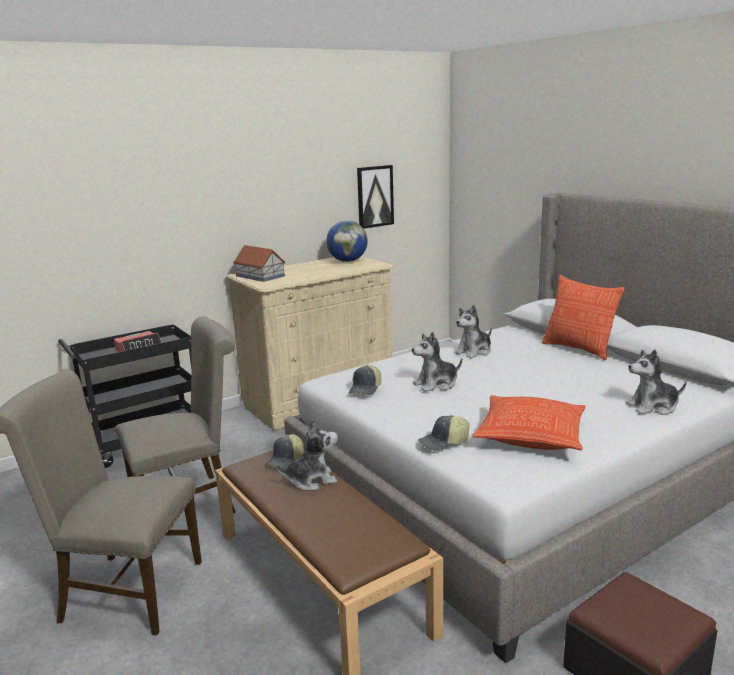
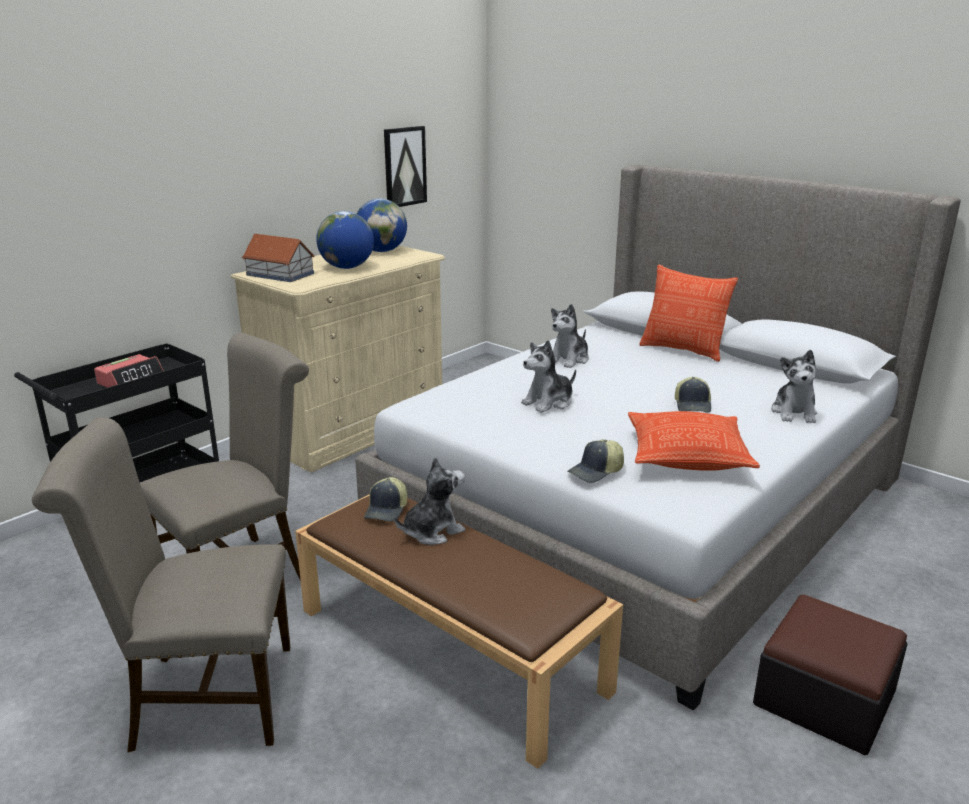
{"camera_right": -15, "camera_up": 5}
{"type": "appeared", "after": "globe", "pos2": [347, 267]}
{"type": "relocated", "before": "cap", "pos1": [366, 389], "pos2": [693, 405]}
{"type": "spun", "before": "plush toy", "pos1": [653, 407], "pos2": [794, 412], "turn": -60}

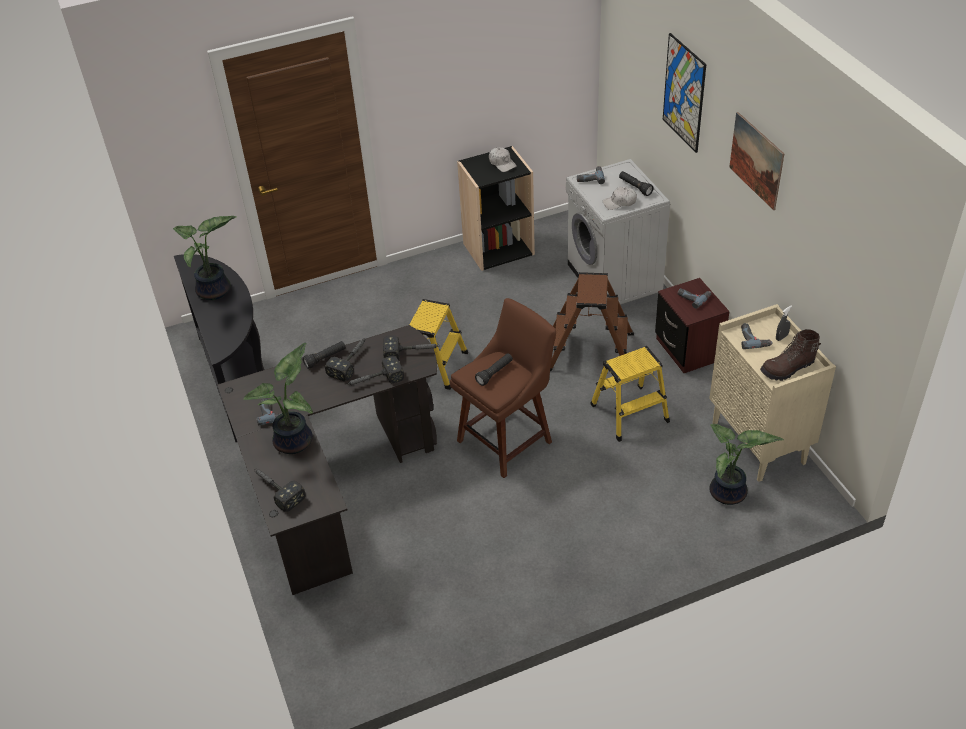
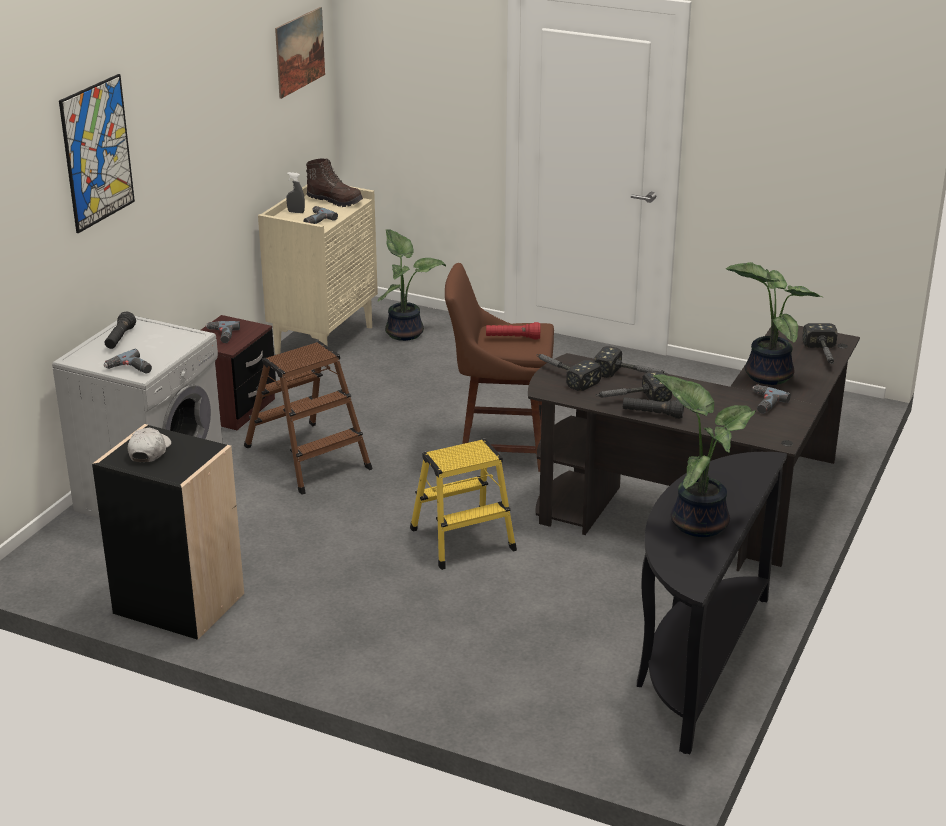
{"camera_right": -135, "camera_up": -15}
{"type": "relocated", "before": "picture", "pos1": [756, 160], "pos2": [300, 52]}
{"type": "colour", "before": "flashlight (black)", "after": "flashlight (red)", "pos1": [495, 373], "pos2": [513, 338]}
{"type": "missing", "before": "step ladder (yellow)", "pos1": [630, 412]}
{"type": "missing", "before": "cap (white)", "pos1": [620, 202]}

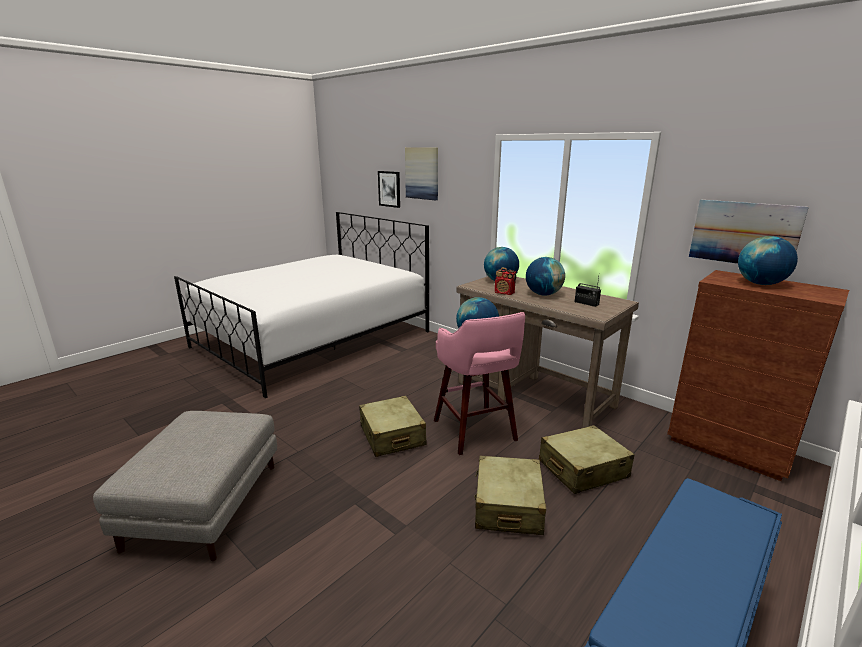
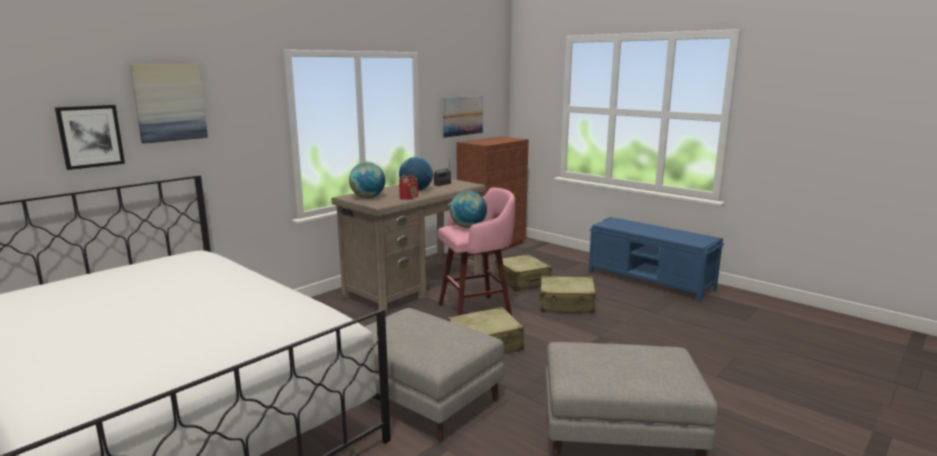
{"camera_right": -90, "camera_up": -5}
{"type": "appeared", "after": "ottoman (grey)", "pos2": [421, 397]}
{"type": "missing", "before": "globe", "pos1": [760, 284]}

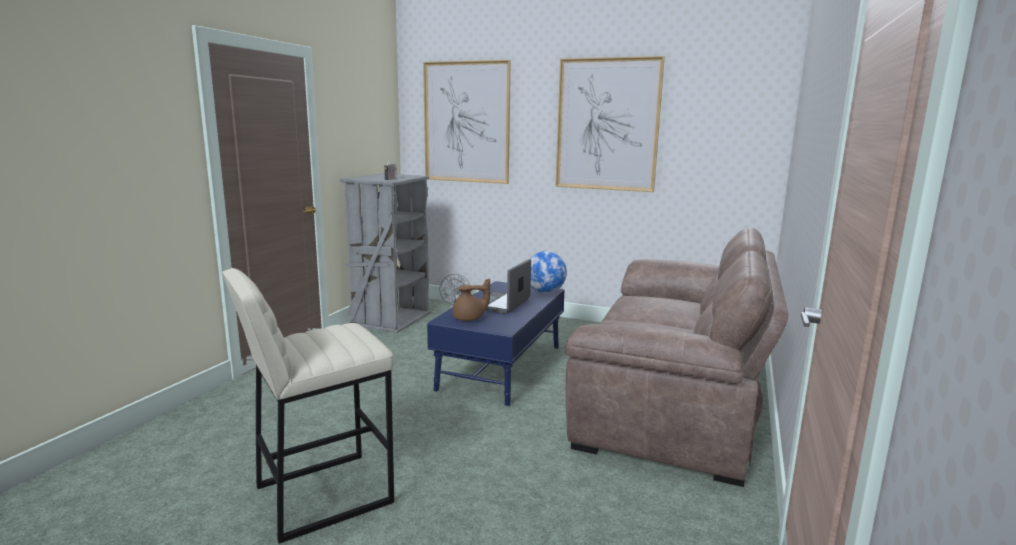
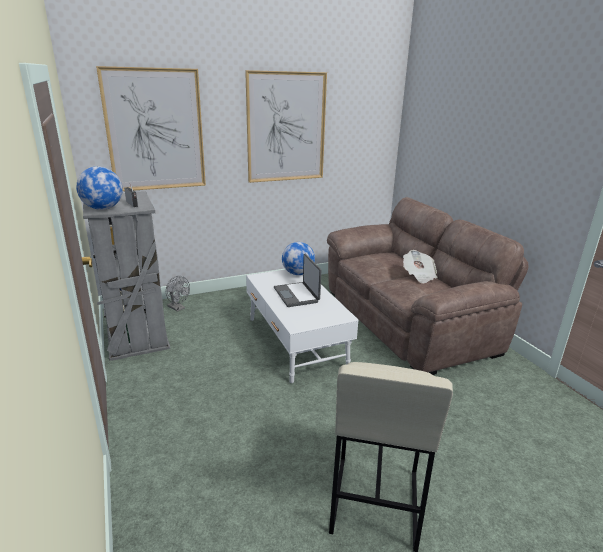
{"camera_right": -45, "camera_up": 10}
{"type": "appeared", "after": "globe", "pos2": [103, 208]}
{"type": "colour", "before": "coffee table (blue)", "after": "coffee table (white)", "pos1": [501, 368], "pos2": [296, 342]}
{"type": "appeared", "after": "newspaper", "pos2": [418, 275]}
{"type": "missing", "before": "teapot (brown)", "pos1": [469, 318]}

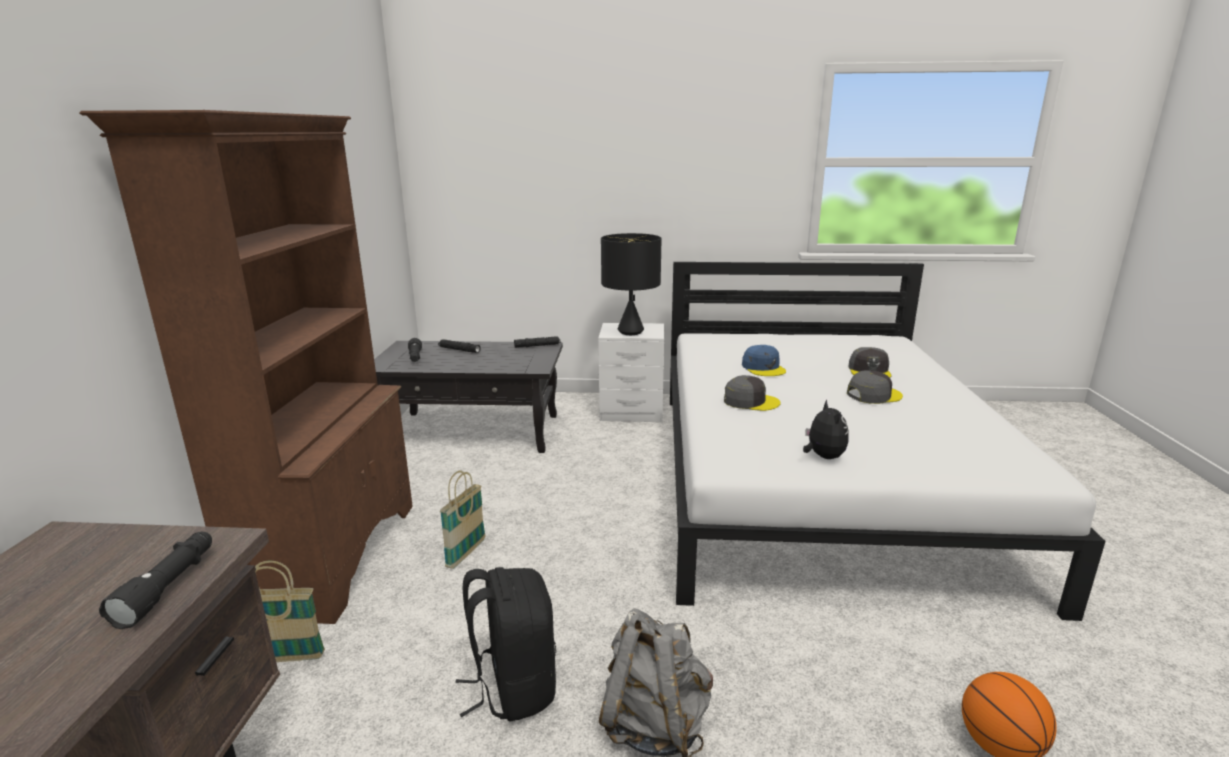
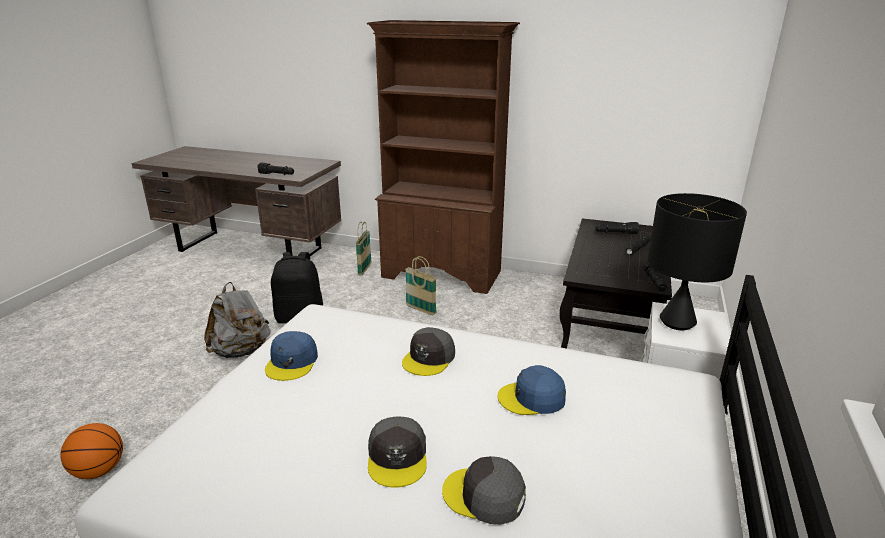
{"camera_right": 105, "camera_up": 5}
{"type": "exchanged", "before": "plush toy", "after": "cap (blue)", "pos1": [823, 457], "pos2": [292, 362]}

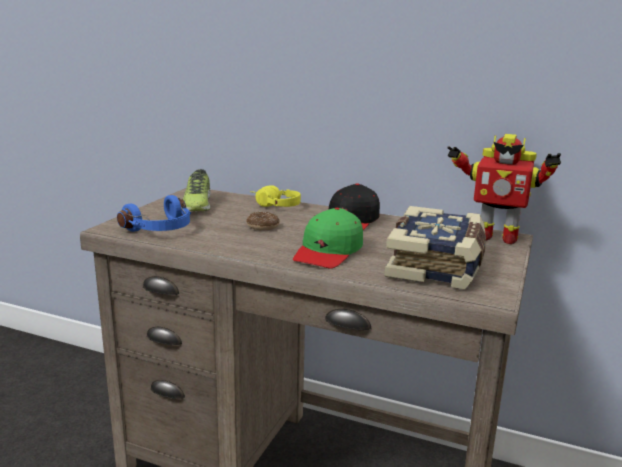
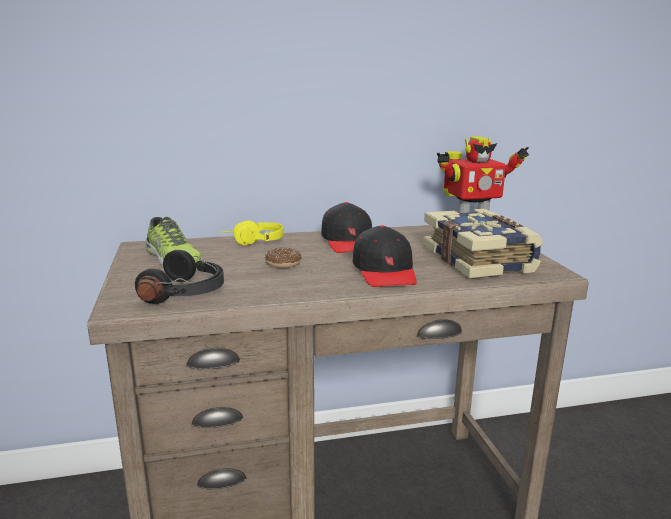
{"camera_right": -35, "camera_up": 0}
{"type": "colour", "before": "headphones (blue)", "after": "headphones (black)", "pos1": [161, 229], "pos2": [186, 292]}
{"type": "colour", "before": "cap (green)", "after": "cap (black)", "pos1": [328, 252], "pos2": [385, 271]}

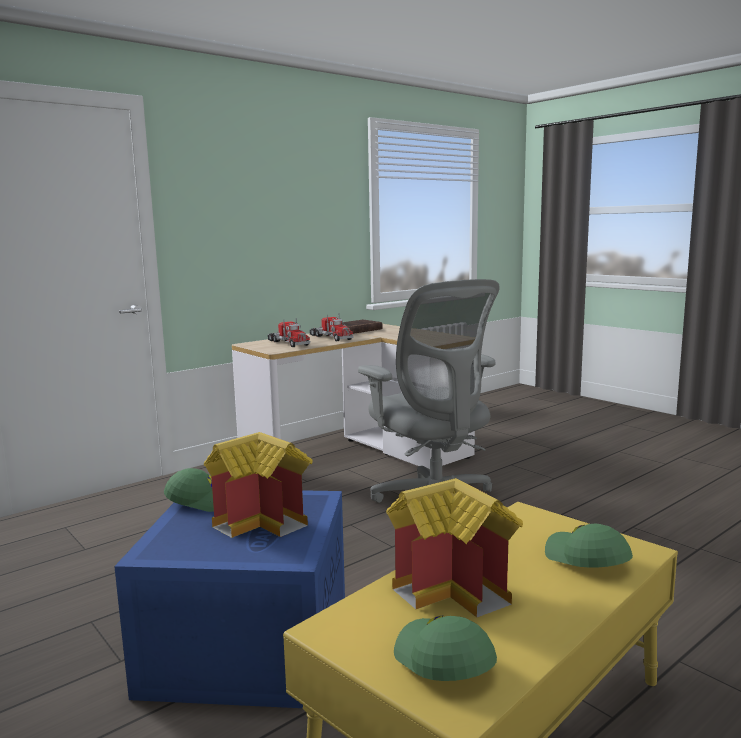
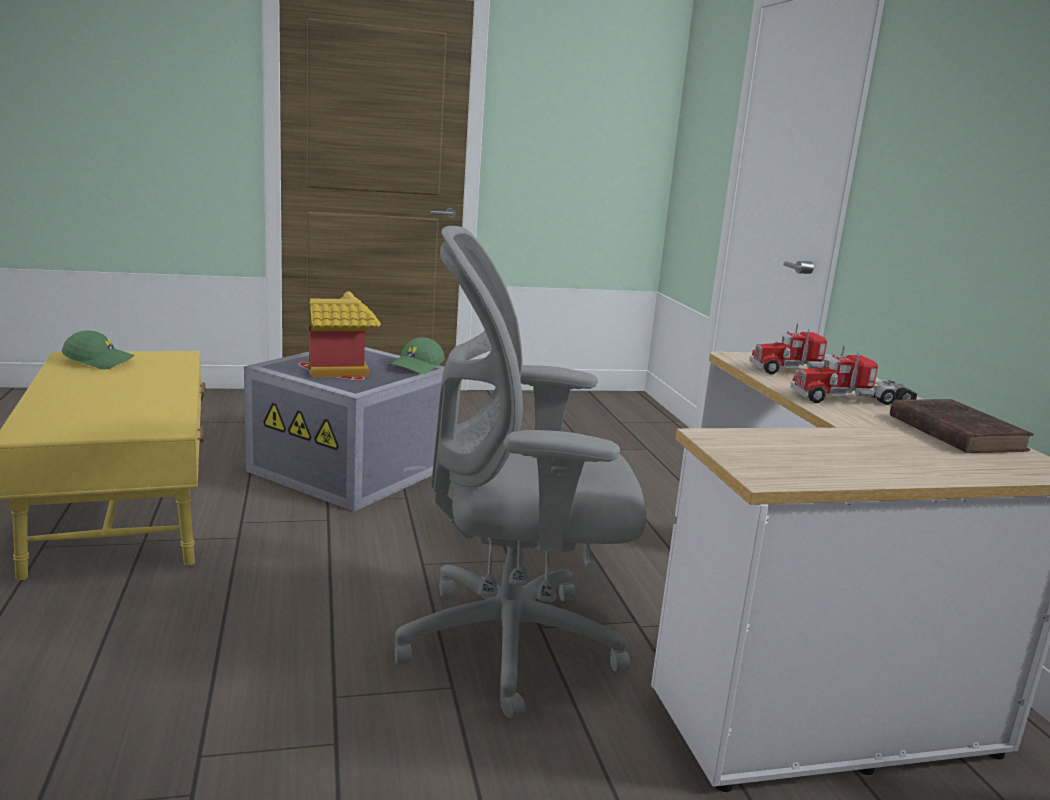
{"camera_right": 115, "camera_up": 5}
{"type": "colour", "before": "storage box (blue)", "after": "storage box (grey)", "pos1": [247, 642], "pos2": [353, 469]}
{"type": "missing", "before": "toy house", "pos1": [456, 589]}
{"type": "missing", "before": "cap (green)", "pos1": [585, 560]}

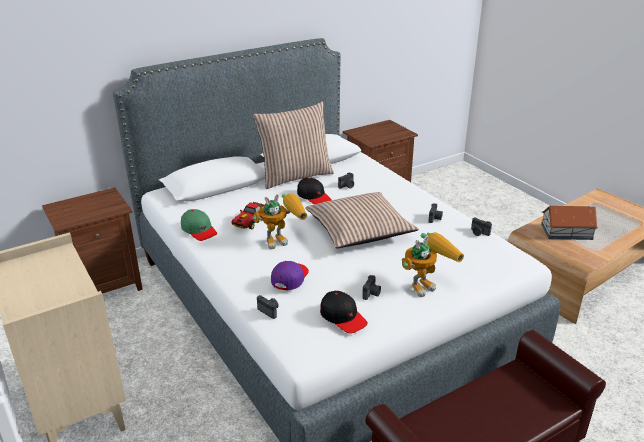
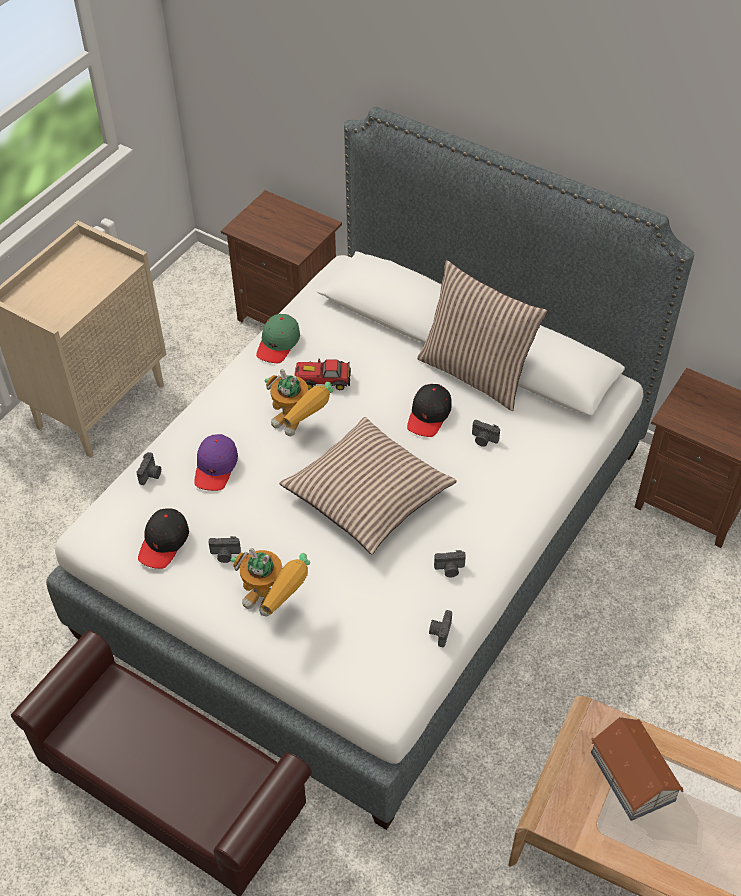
{"camera_right": 65, "camera_up": 20}
{"type": "spun", "before": "cap (purple)", "pos1": [290, 278], "pos2": [216, 467], "turn": 105}

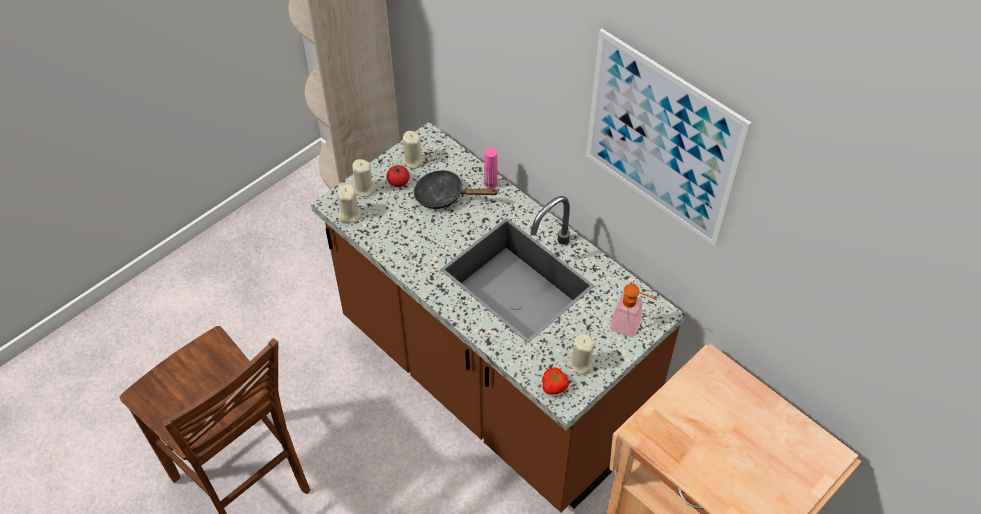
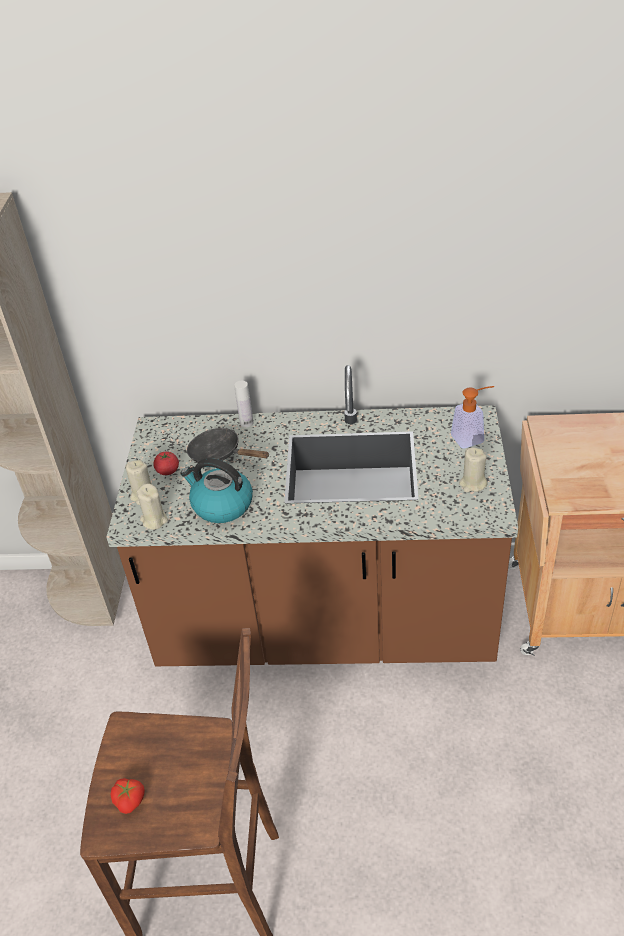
{"camera_right": -40, "camera_up": -10}
{"type": "relocated", "before": "tomato", "pos1": [554, 386], "pos2": [130, 799]}
{"type": "appeared", "after": "kettle", "pos2": [221, 505]}
{"type": "spun", "before": "frying pan (black)", "pos1": [444, 196], "pos2": [220, 454], "turn": 60}
{"type": "colour", "before": "bottle (pink)", "after": "bottle (white)", "pos1": [490, 184], "pos2": [246, 423]}
{"type": "missing", "before": "candle (beige)", "pos1": [412, 161]}
{"type": "missing", "before": "picture", "pos1": [661, 140]}

